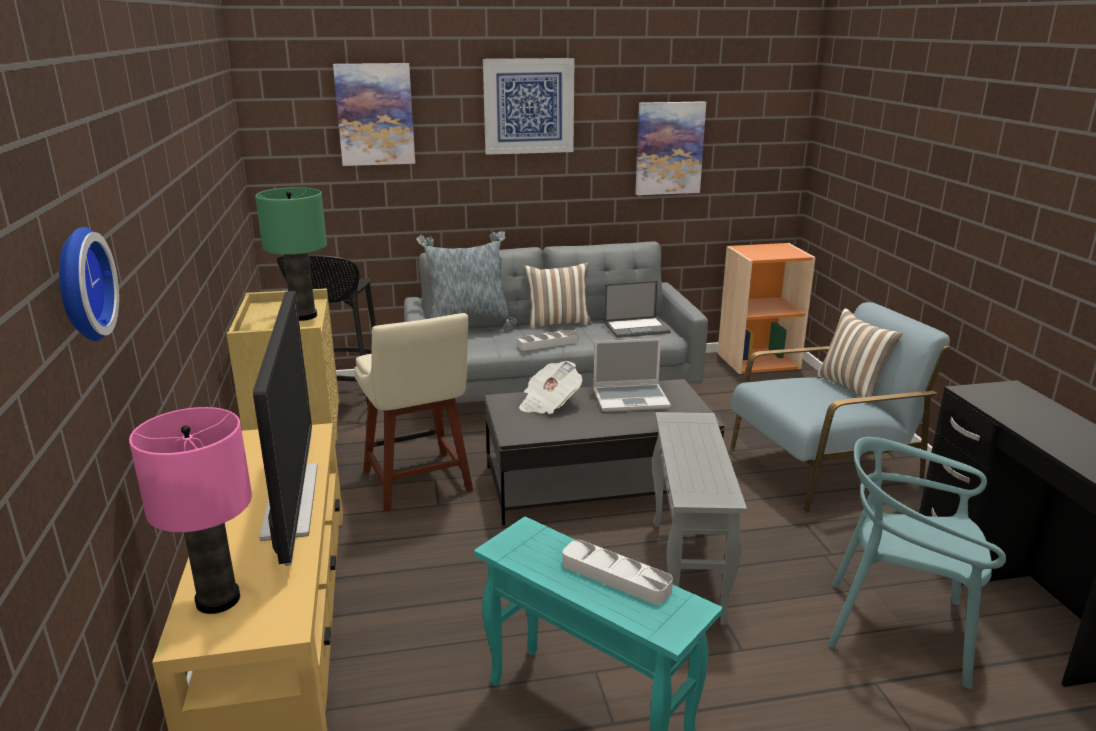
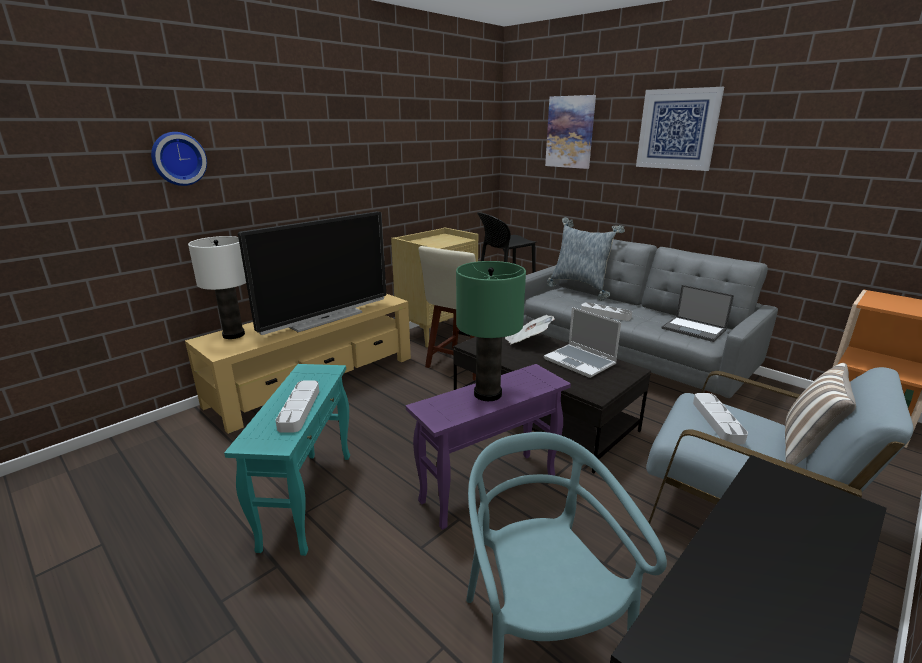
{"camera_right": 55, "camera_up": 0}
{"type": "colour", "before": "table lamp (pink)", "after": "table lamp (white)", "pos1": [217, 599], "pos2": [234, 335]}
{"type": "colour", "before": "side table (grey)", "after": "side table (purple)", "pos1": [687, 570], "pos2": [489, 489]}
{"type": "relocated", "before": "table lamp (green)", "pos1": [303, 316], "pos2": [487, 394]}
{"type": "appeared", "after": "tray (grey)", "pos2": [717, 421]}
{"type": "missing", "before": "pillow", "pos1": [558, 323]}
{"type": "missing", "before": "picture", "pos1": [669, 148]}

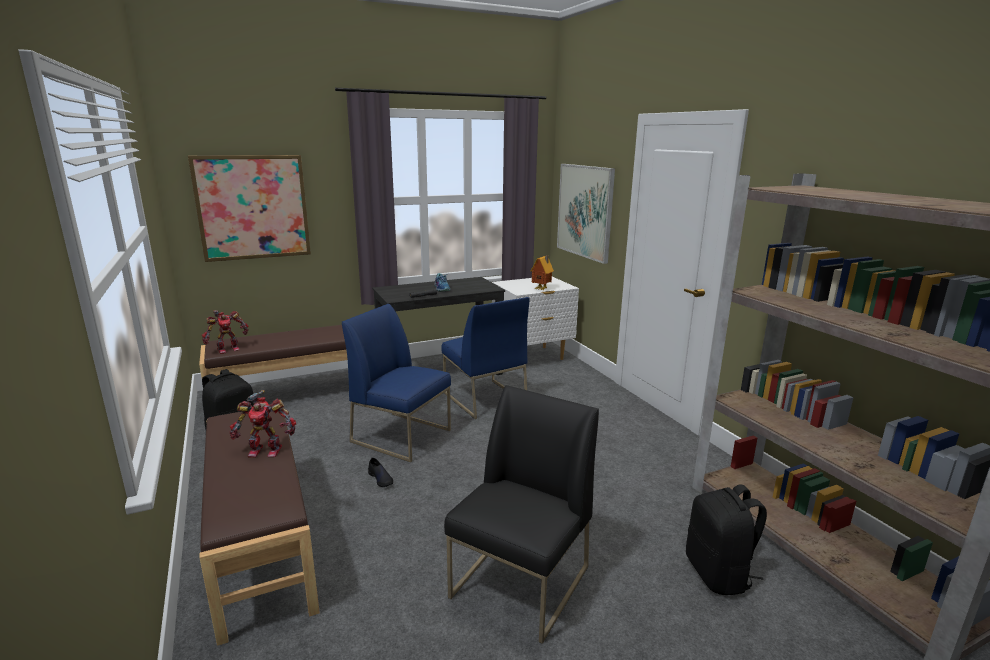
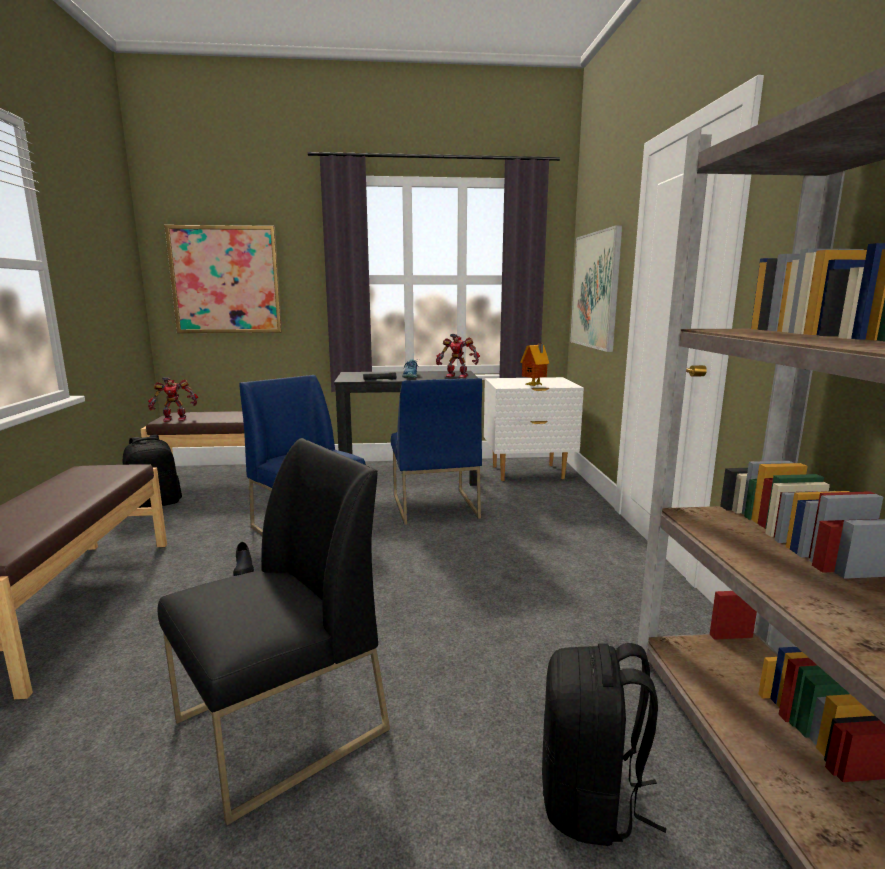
{"camera_right": 20, "camera_up": -5}
{"type": "relocated", "before": "toy robot", "pos1": [266, 450], "pos2": [457, 376]}

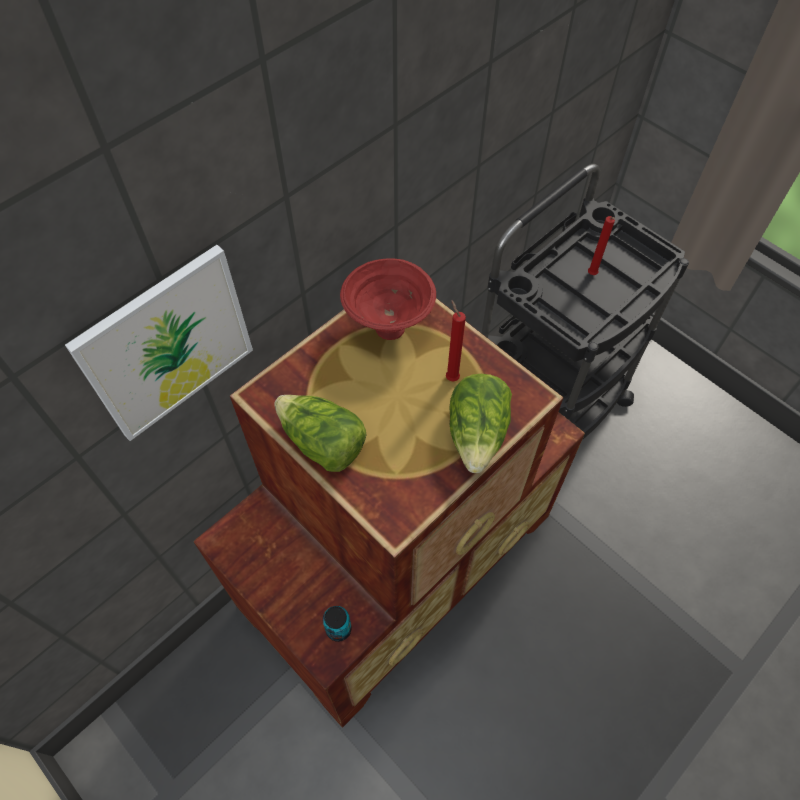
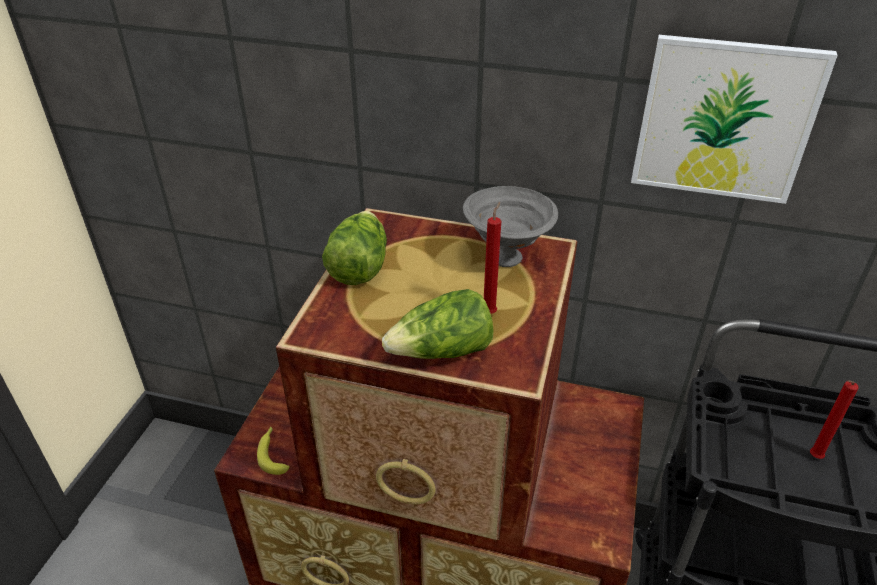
{"camera_right": 60, "camera_up": -20}
{"type": "exchanged", "before": "can", "after": "banana", "pos1": [338, 629], "pos2": [273, 453]}
{"type": "colour", "before": "bowl (red)", "after": "bowl (grey)", "pos1": [387, 328], "pos2": [505, 257]}
{"type": "relocated", "before": "picture", "pos1": [167, 344], "pos2": [724, 120]}

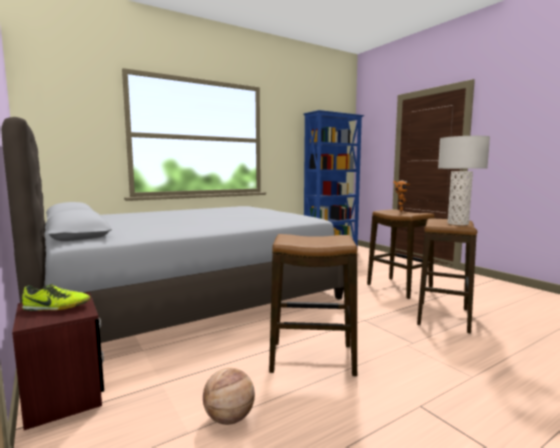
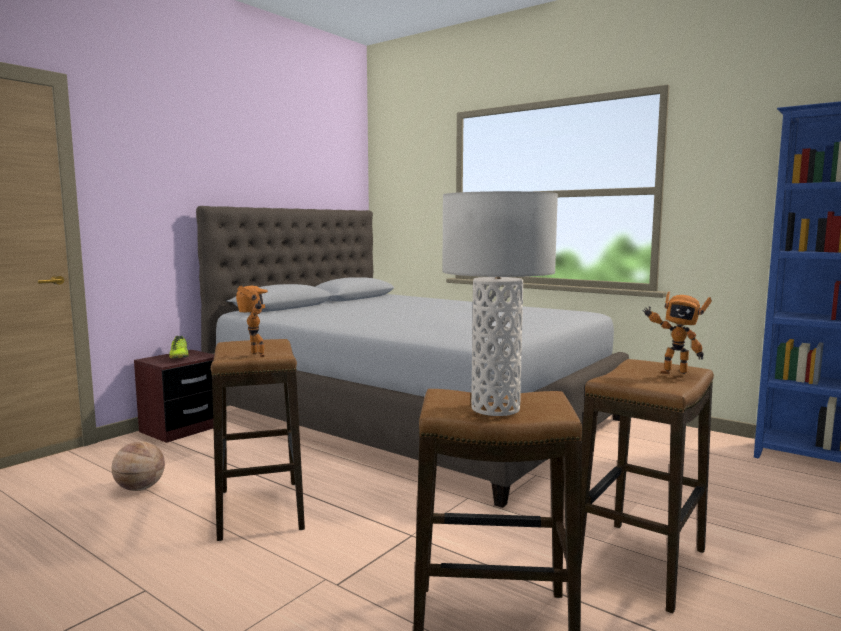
{"camera_right": 70, "camera_up": 0}
{"type": "appeared", "after": "toy robot", "pos2": [254, 355]}

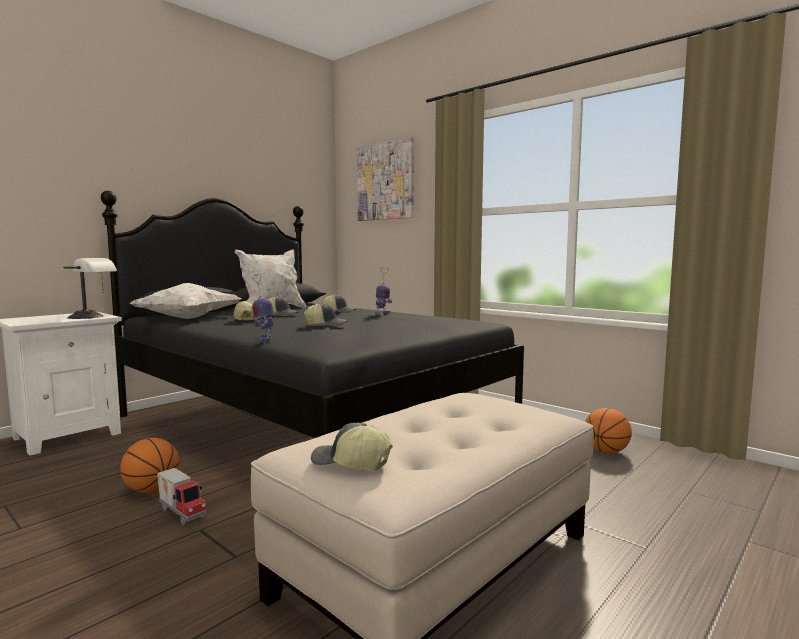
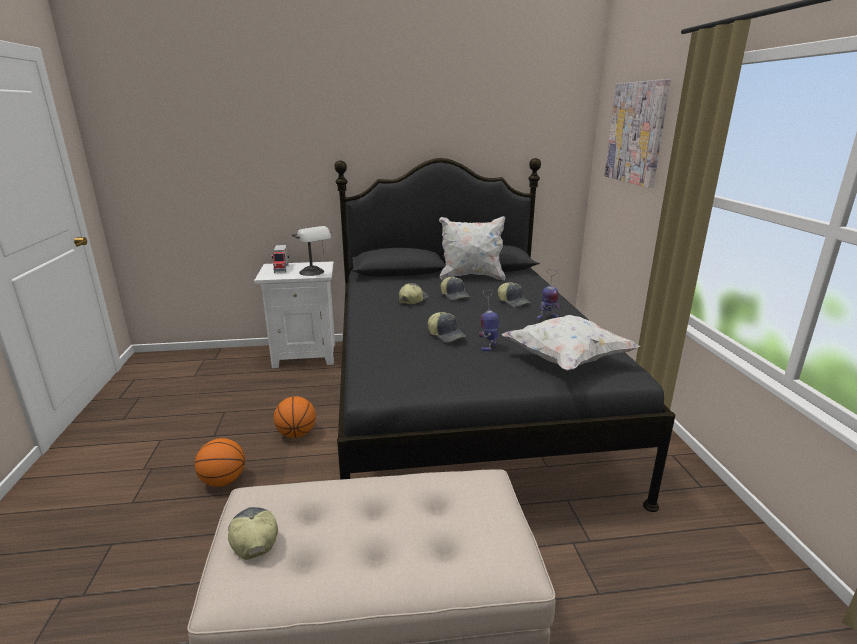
{"camera_right": 40, "camera_up": 15}
{"type": "relocated", "before": "basketball", "pos1": [606, 451], "pos2": [223, 481]}
{"type": "relocated", "before": "toy truck", "pos1": [183, 512], "pos2": [282, 269]}
{"type": "relocated", "before": "toy robot", "pos1": [264, 339], "pos2": [489, 346]}
{"type": "relocated", "before": "pillow (white)", "pos1": [188, 318], "pos2": [566, 360]}

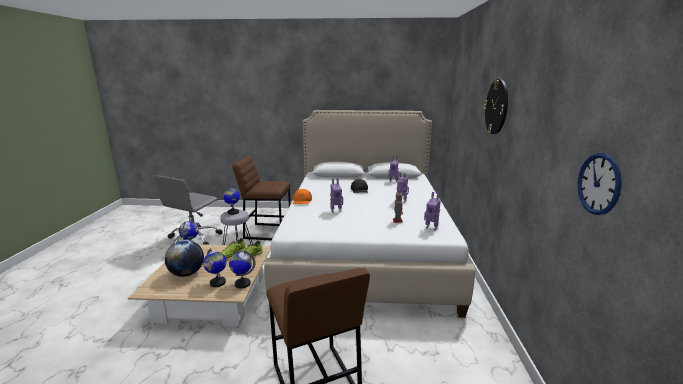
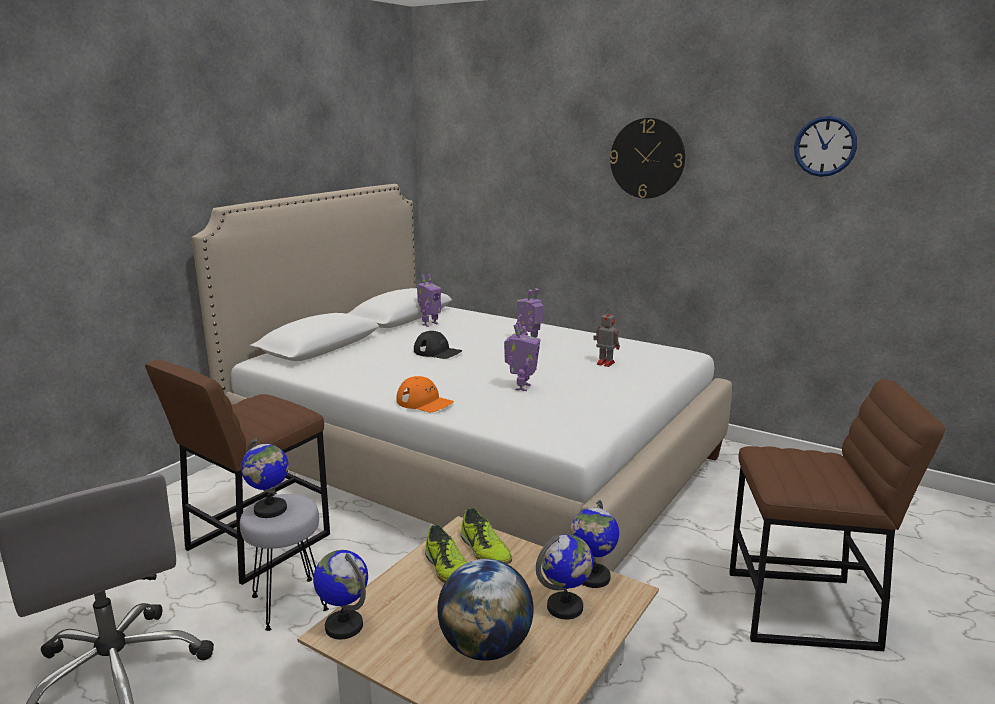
{"camera_right": -60, "camera_up": 0}
{"type": "relocated", "before": "wall clock", "pos1": [598, 184], "pos2": [825, 146]}
{"type": "missing", "before": "toy robot", "pos1": [431, 227]}

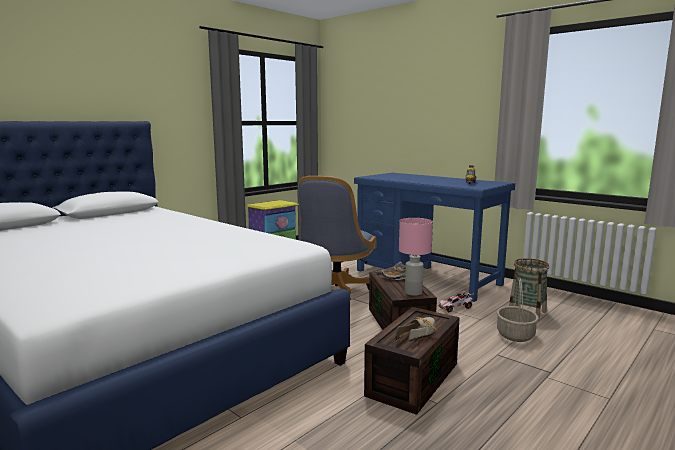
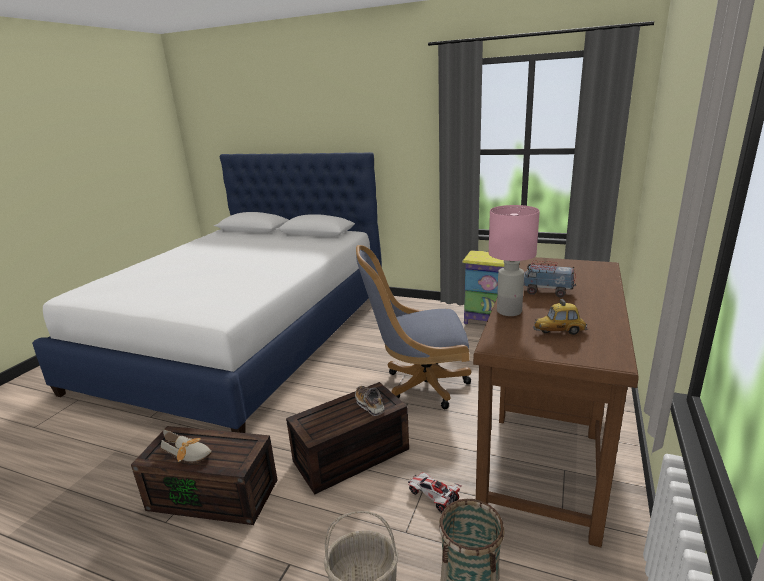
{"camera_right": 70, "camera_up": 10}
{"type": "colour", "before": "desk (blue)", "after": "desk (brown)", "pos1": [427, 277], "pos2": [546, 445]}
{"type": "relocated", "before": "table lamp (pink)", "pos1": [413, 293], "pos2": [508, 311]}
{"type": "appeared", "after": "toy truck", "pos2": [546, 291]}

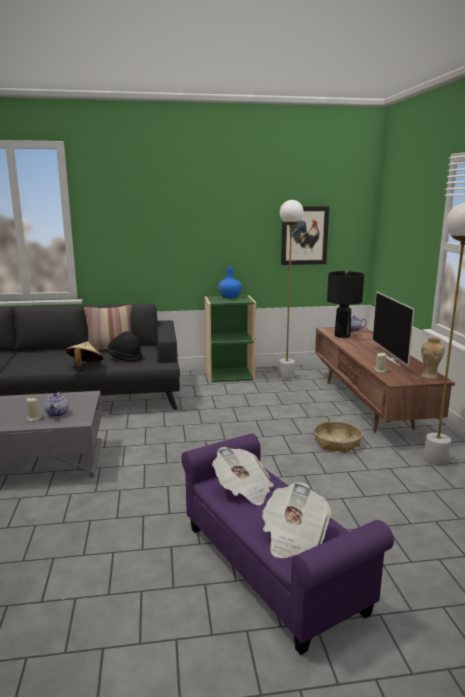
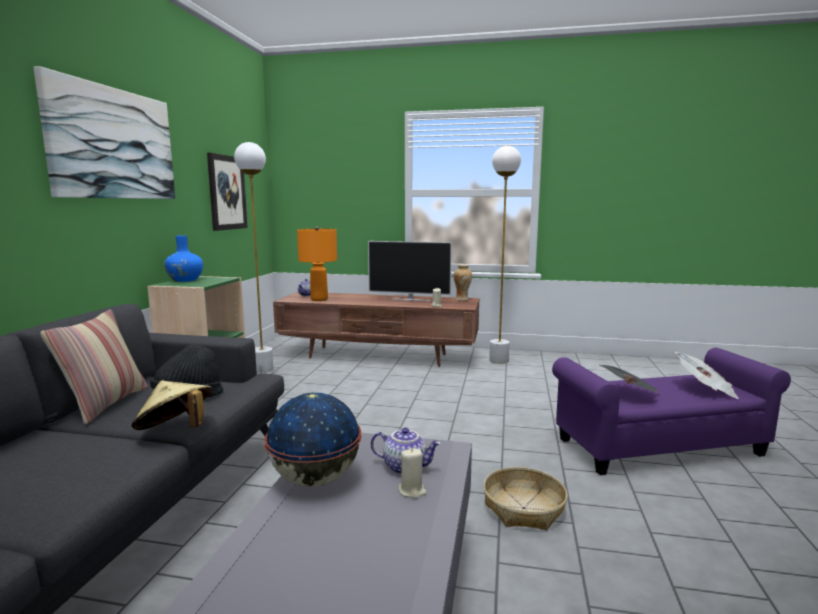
{"camera_right": -70, "camera_up": -5}
{"type": "appeared", "after": "picture", "pos2": [113, 144]}
{"type": "appeared", "after": "globe", "pos2": [314, 480]}
{"type": "colour", "before": "table lamp (black)", "after": "table lamp (orange)", "pos1": [342, 336], "pos2": [319, 299]}
{"type": "relocated", "before": "basket", "pos1": [336, 443], "pos2": [523, 508]}

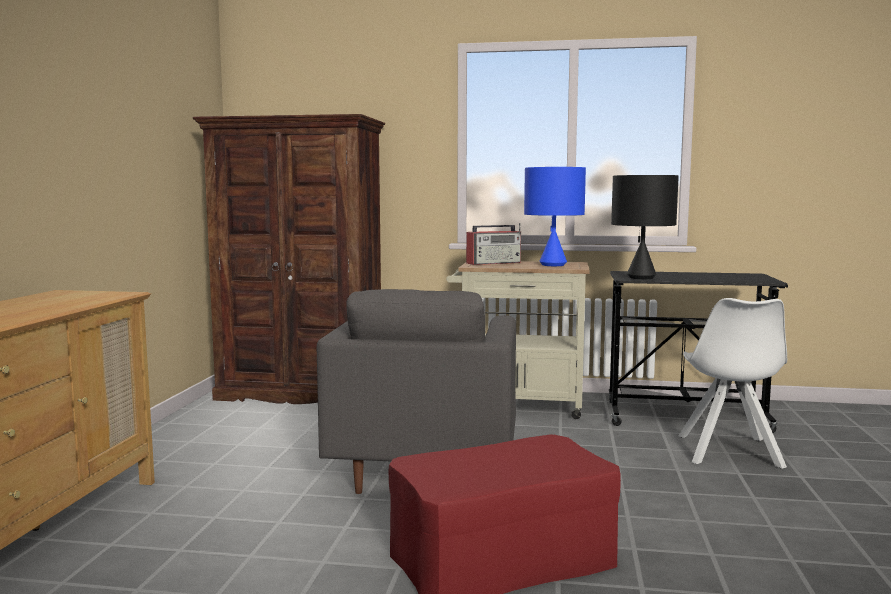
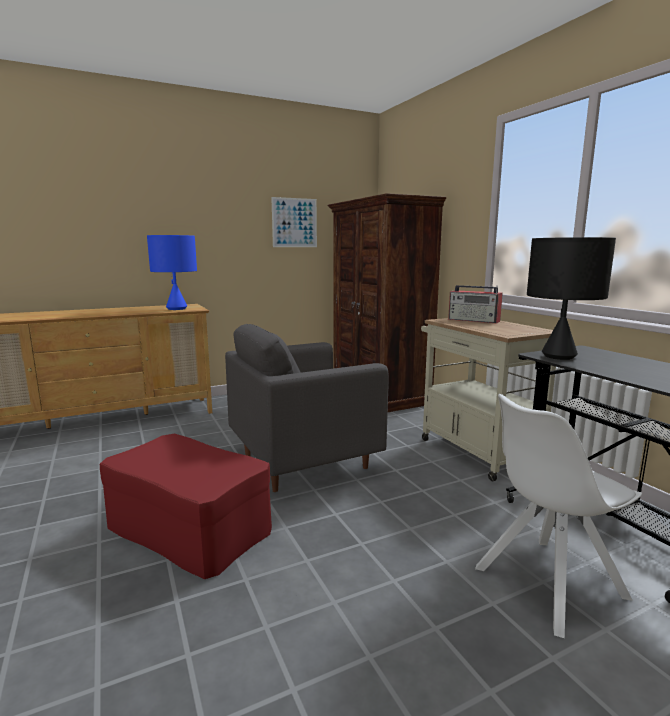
{"camera_right": 55, "camera_up": 5}
{"type": "relocated", "before": "table lamp (blue)", "pos1": [553, 265], "pos2": [177, 309]}
{"type": "appeared", "after": "picture", "pos2": [294, 223]}

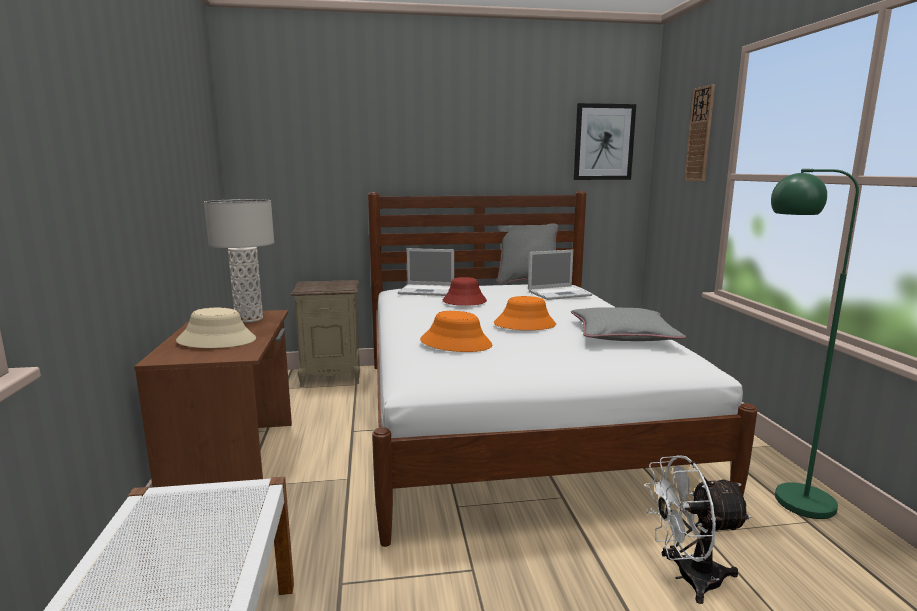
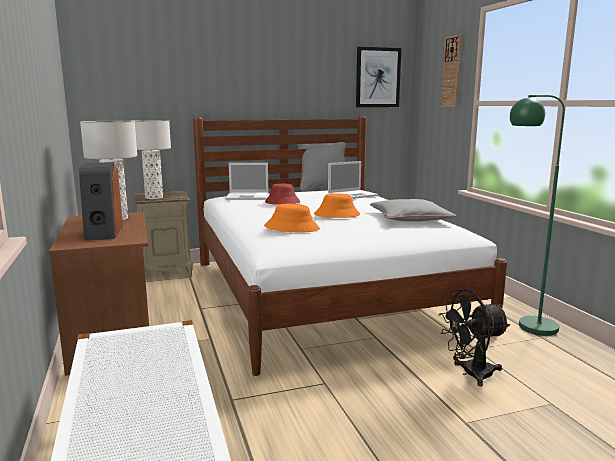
{"camera_right": -10, "camera_up": 0}
{"type": "exchanged", "before": "hat (beige)", "after": "speaker", "pos1": [217, 340], "pos2": [103, 232]}
{"type": "appeared", "after": "table lamp (white)", "pos2": [154, 197]}
{"type": "colour", "before": "fan (white)", "after": "fan (black)", "pos1": [688, 578], "pos2": [470, 374]}

